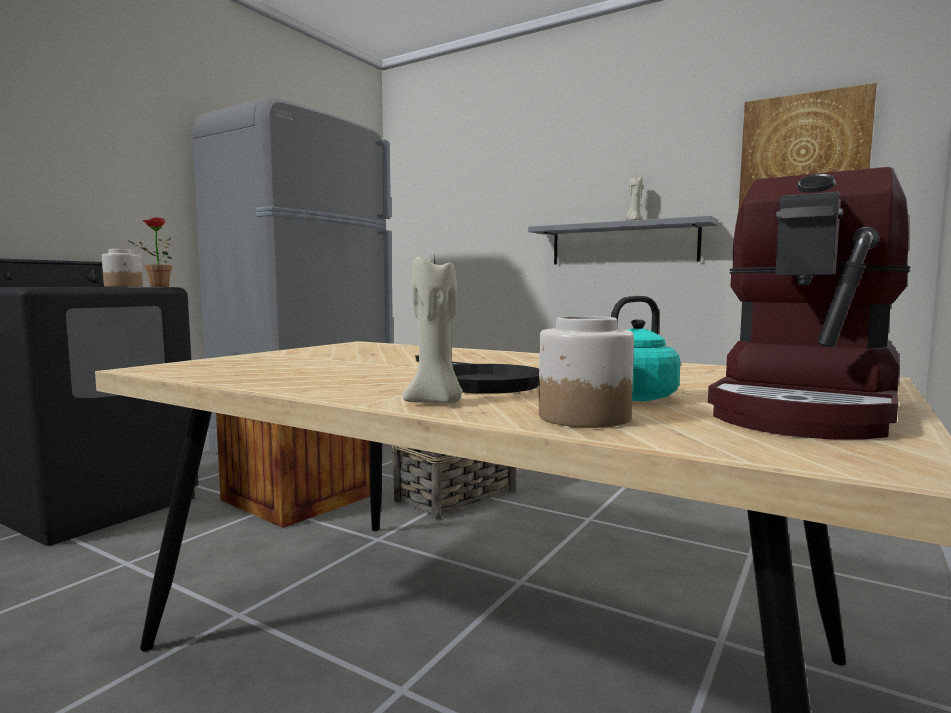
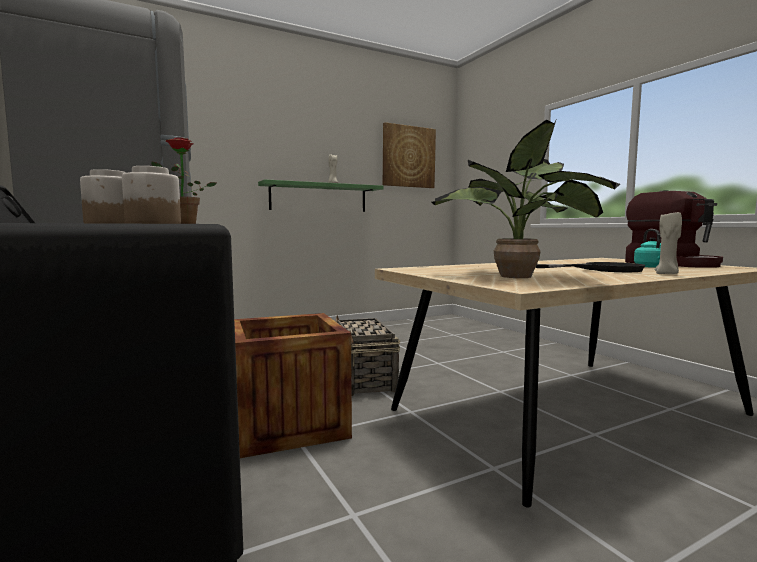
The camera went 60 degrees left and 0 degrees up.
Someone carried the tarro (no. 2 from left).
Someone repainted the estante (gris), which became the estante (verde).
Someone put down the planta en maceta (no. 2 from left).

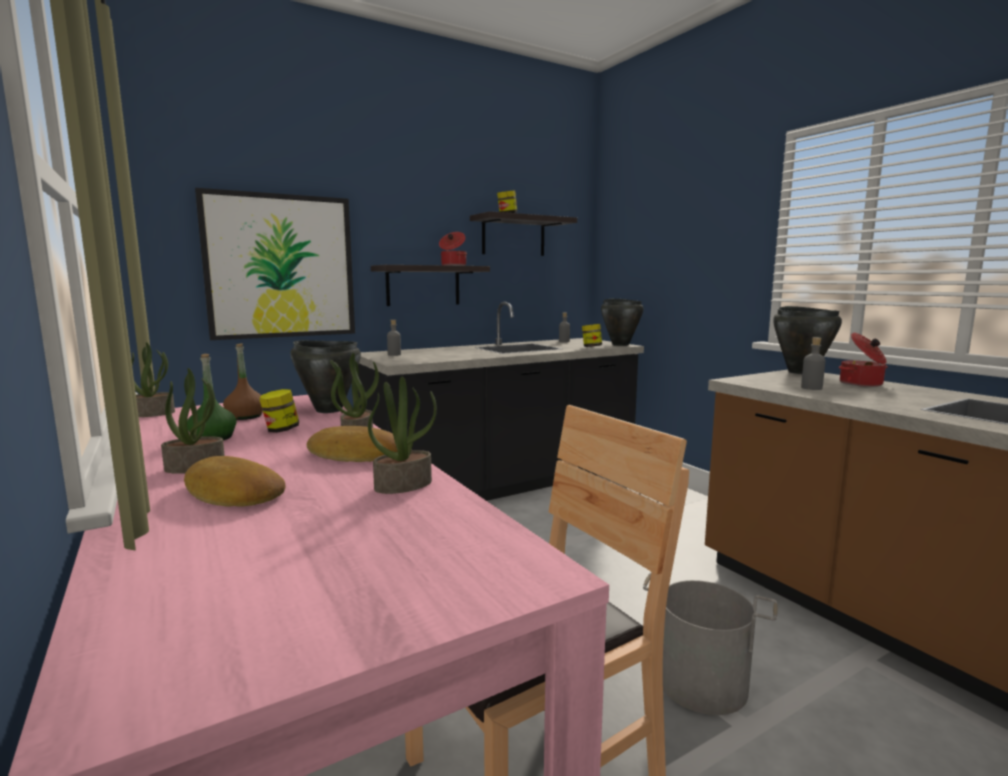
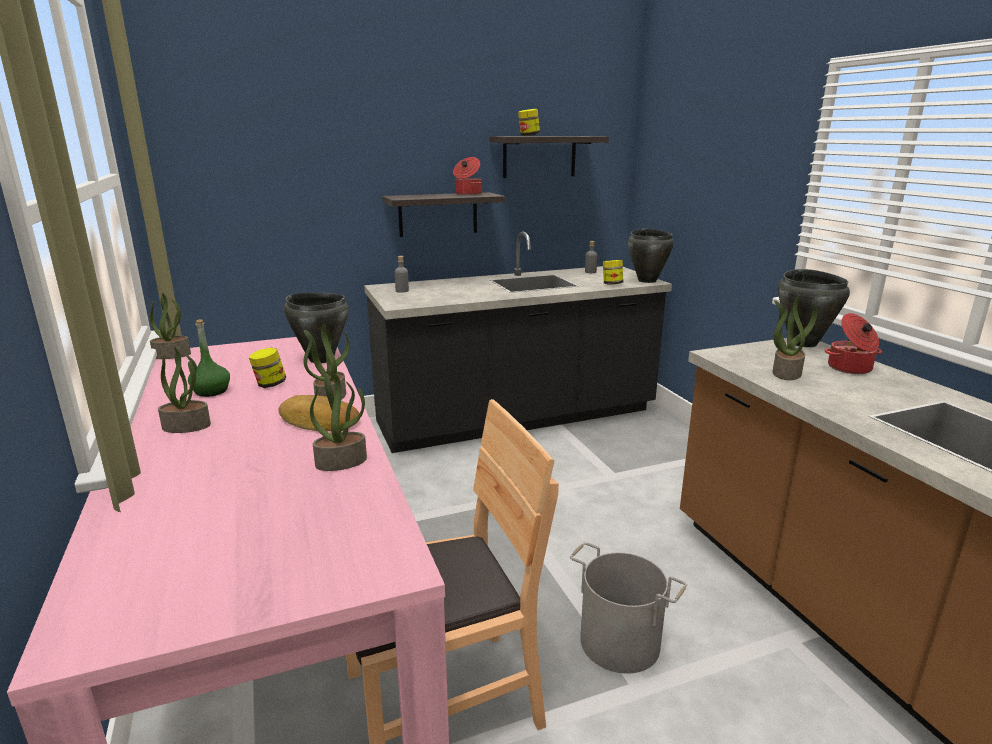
The camera went 10 degrees right and 10 degrees up.
Someone swapped the botella (gris) (no. 3 from left) for the planta en maceta (no. 5 from left).
Someone took away the pan (no. 1 from left).
Someone took away the cuadro.
Someone took away the botella (marrón).

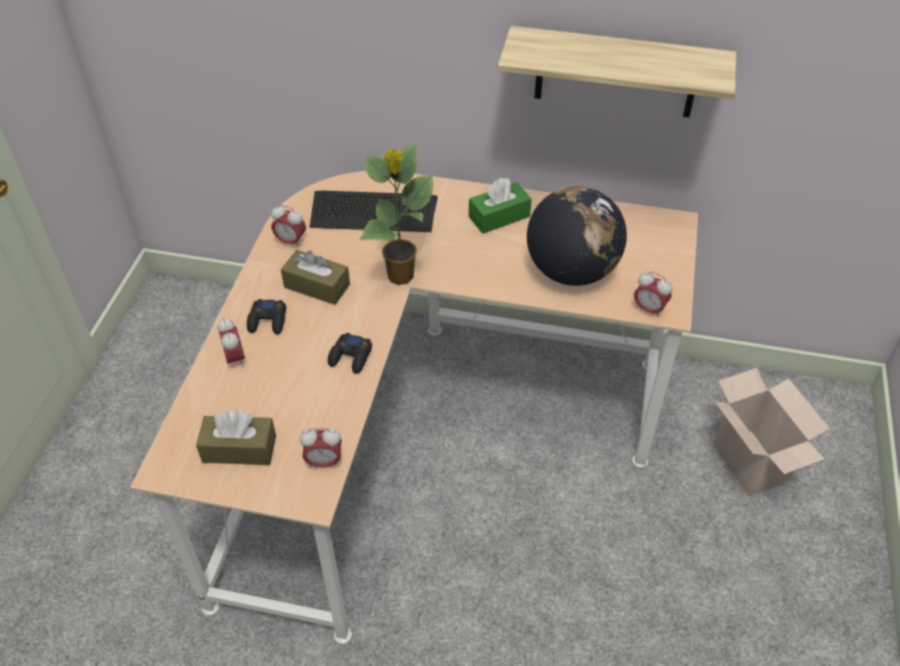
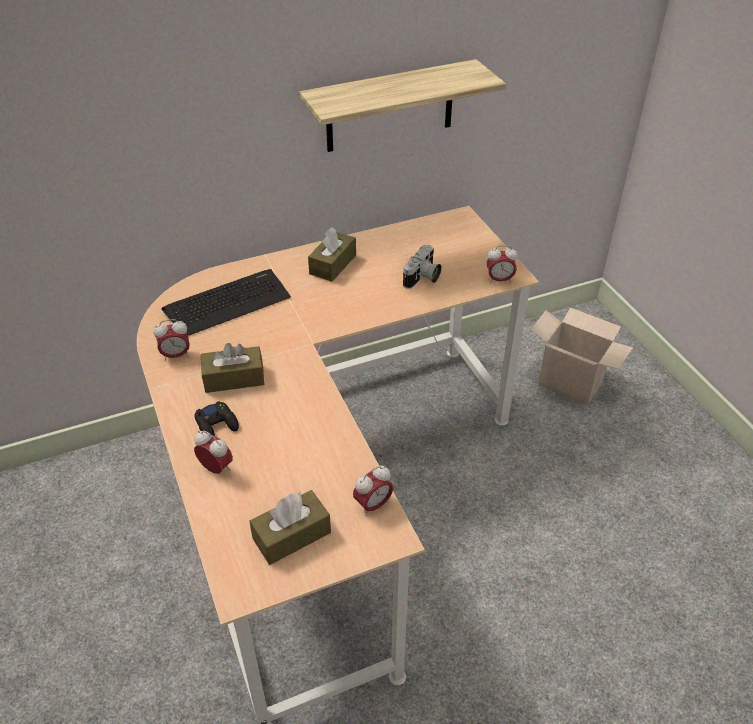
The camera went 35 degrees left and 5 degrees down.
Someone repainted the caja de pañuelos (verde), which became the caja de pañuelos (marrón) (no. 3 from left).
Someone swapped the globo terráqueo for the cámara.
Someone took away the mando de consola (negro) (no. 2 from left).
Someone took away the planta en maceta.

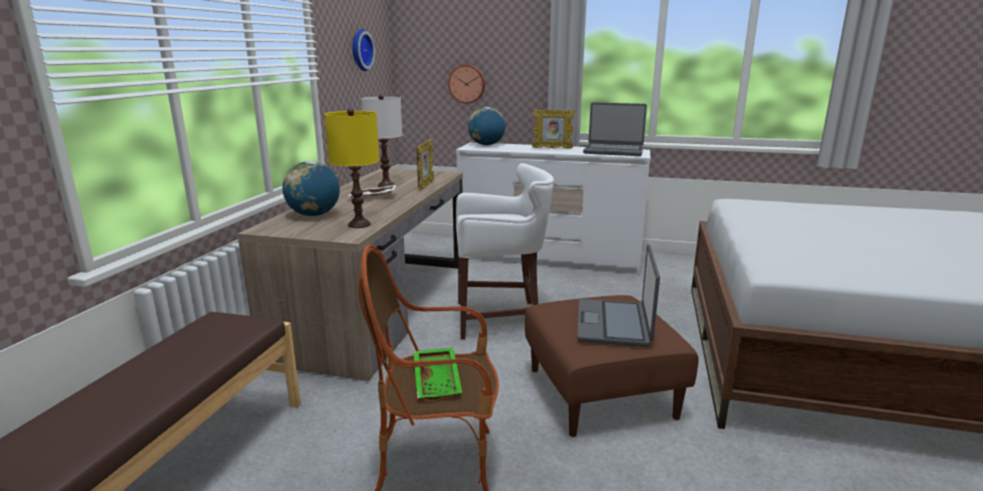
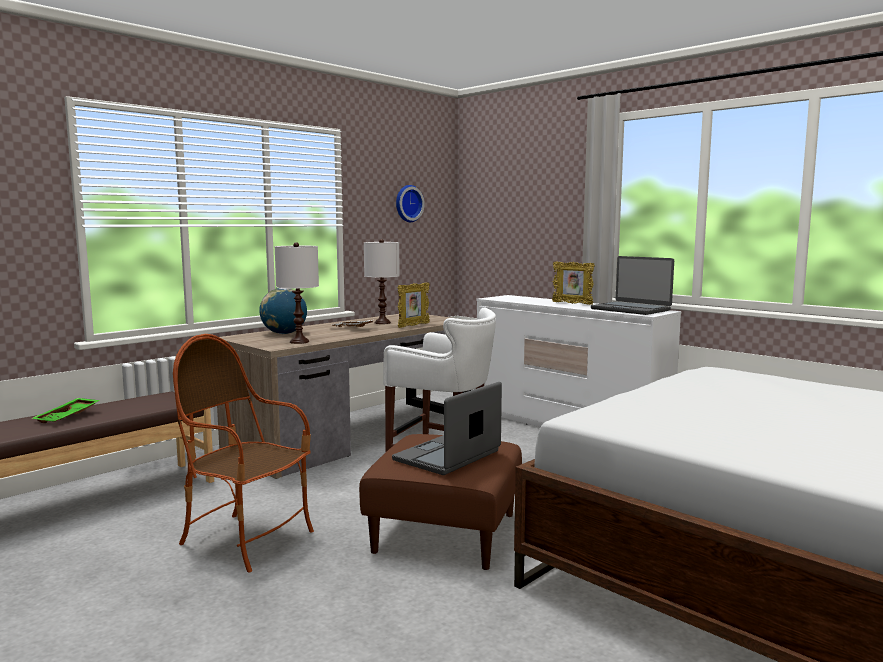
The camera went 30 degrees right and 10 degrees down.
Someone carried the bandeja (verde).
Someone repainted the lámpara de mesa (amarillo), which became the lámpara de mesa (blanco) (no. 1 from left).
Someone took away the reloj de pared (no. 2 from left).
Someone took away the globo terráqueo (no. 2 from left).

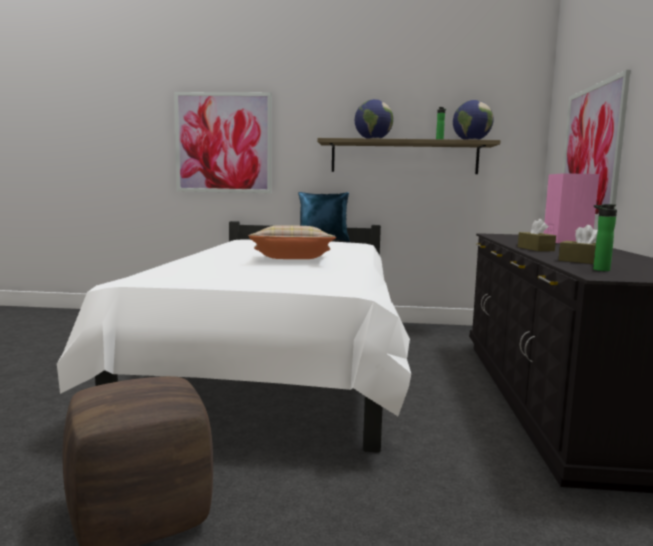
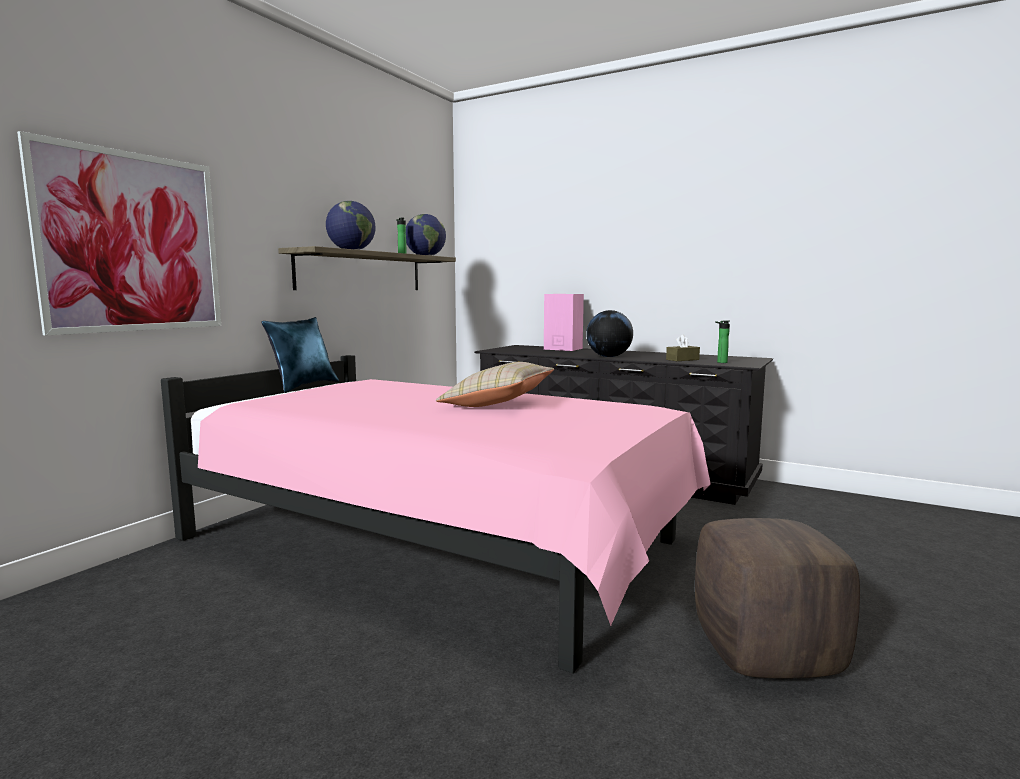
The camera went 65 degrees left and 0 degrees up.
Someone repainted the cama (blanco), which became the cama (rosa).
Someone swapped the caja de pañuelos (marrón) (no. 1 from left) for the globo terráqueo (no. 3 from left).
Someone took away the cuadro (no. 2 from left).

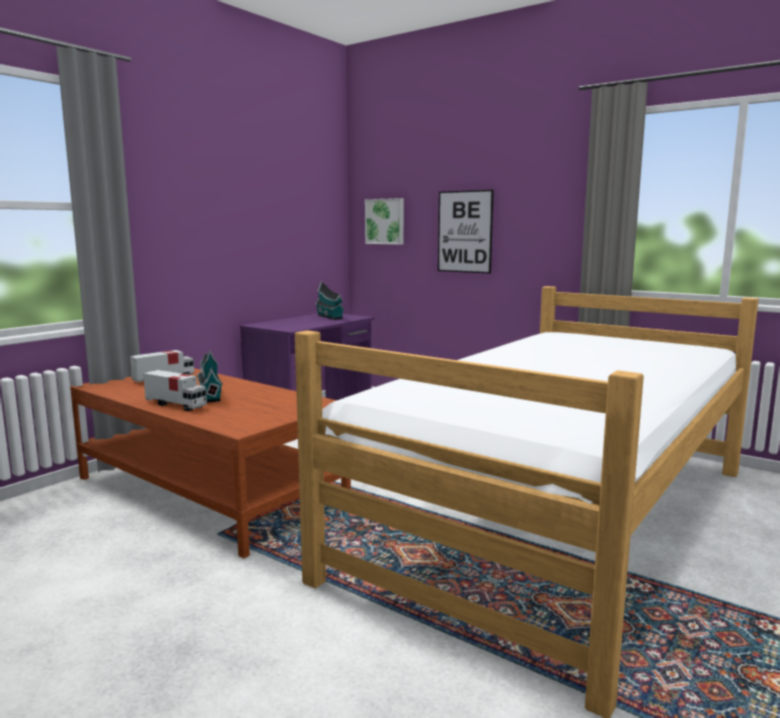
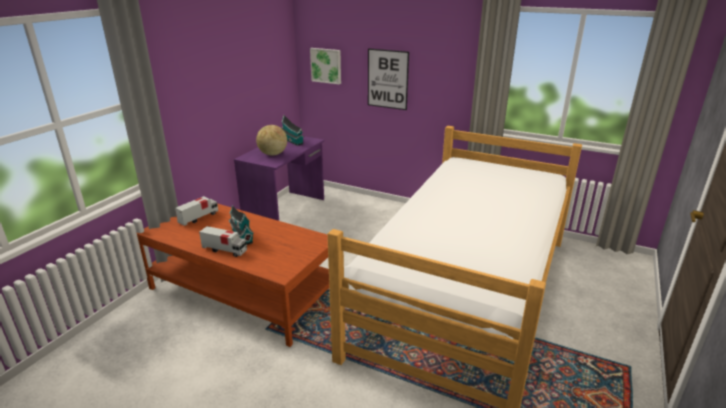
The camera went 10 degrees left and 15 degrees up.
Someone put down the globo terráqueo.

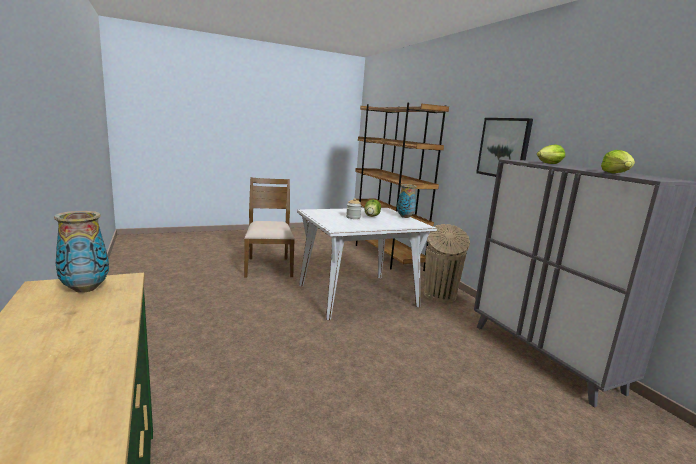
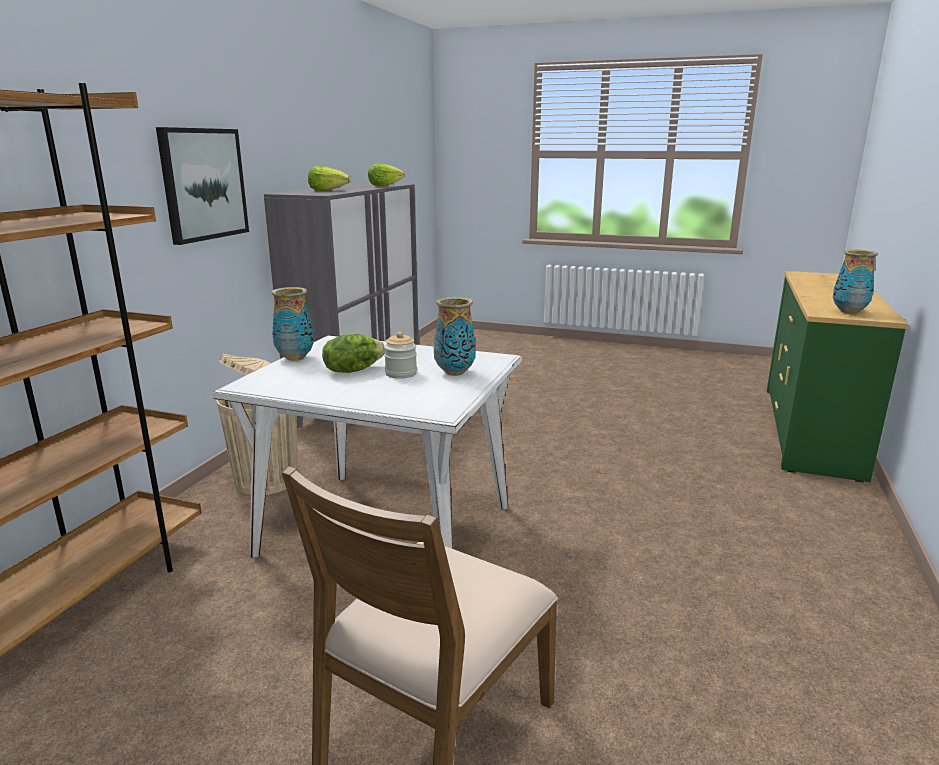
The camera went 135 degrees left and 5 degrees up.
Someone put down the florero (no. 2 from left).

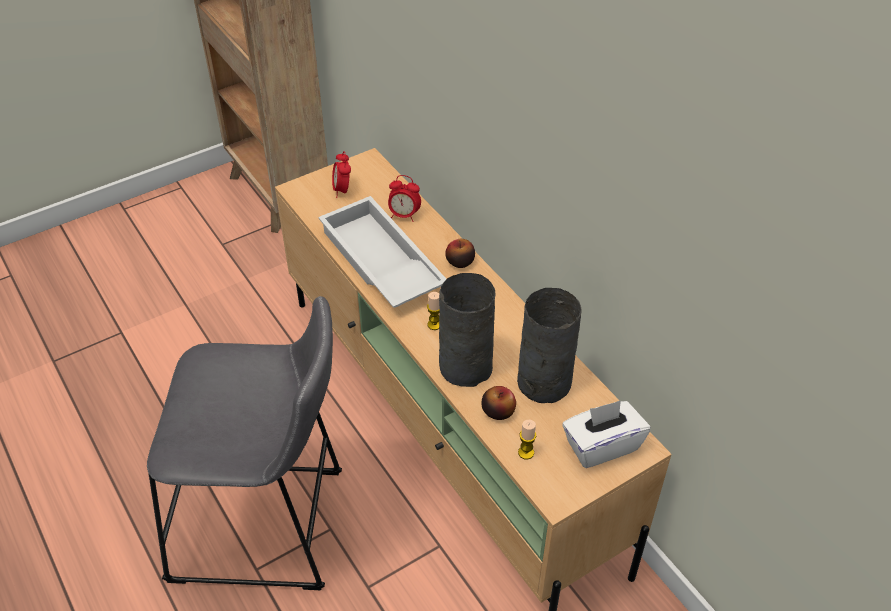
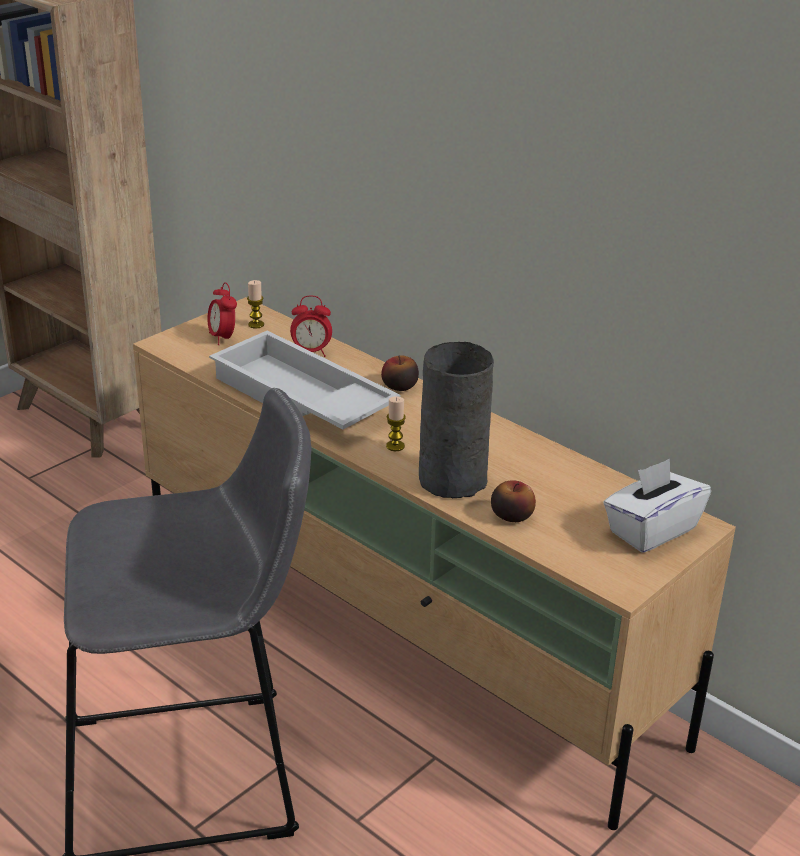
The camera went 15 degrees left and 15 degrees down.
Someone carried the vela (no. 2 from left in the first image).
Someone took away the florero (gris) (no. 2 from left).

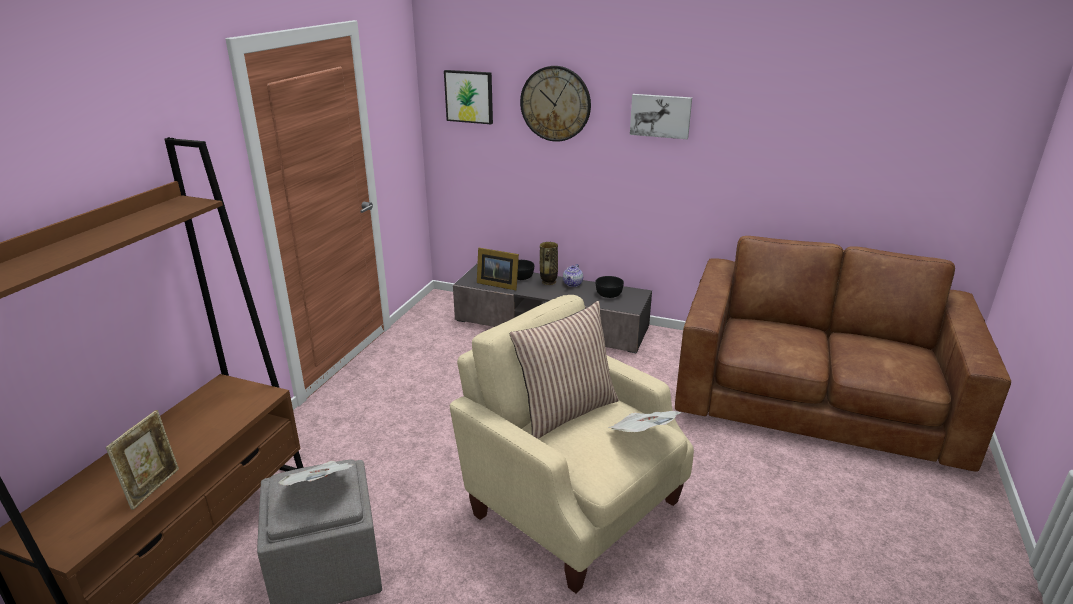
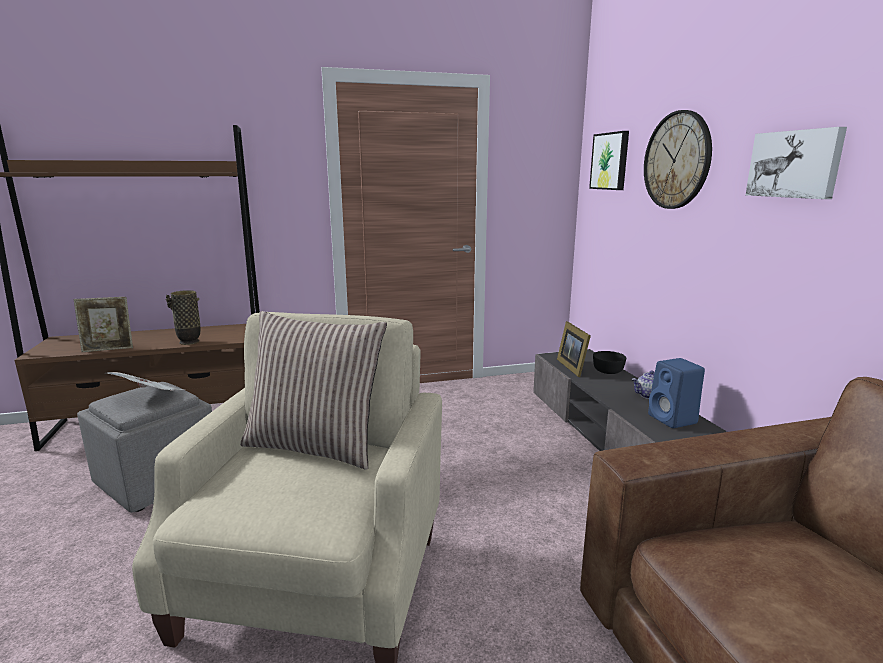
The camera went 55 degrees right and 10 degrees down.
Someone carried the florero.
Someone swapped the cuenco (negro) (no. 2 from left) for the altavoz (azul).
Someone took away the periódico (no. 2 from left).

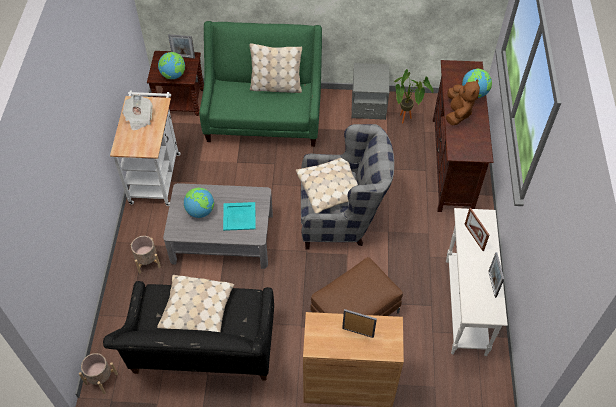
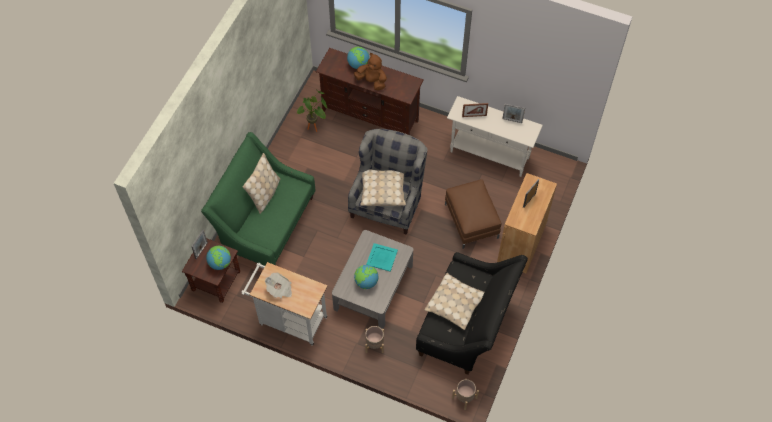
The camera went 70 degrees left and 5 degrees up.
Someone took away the mesita de noche (gris).

